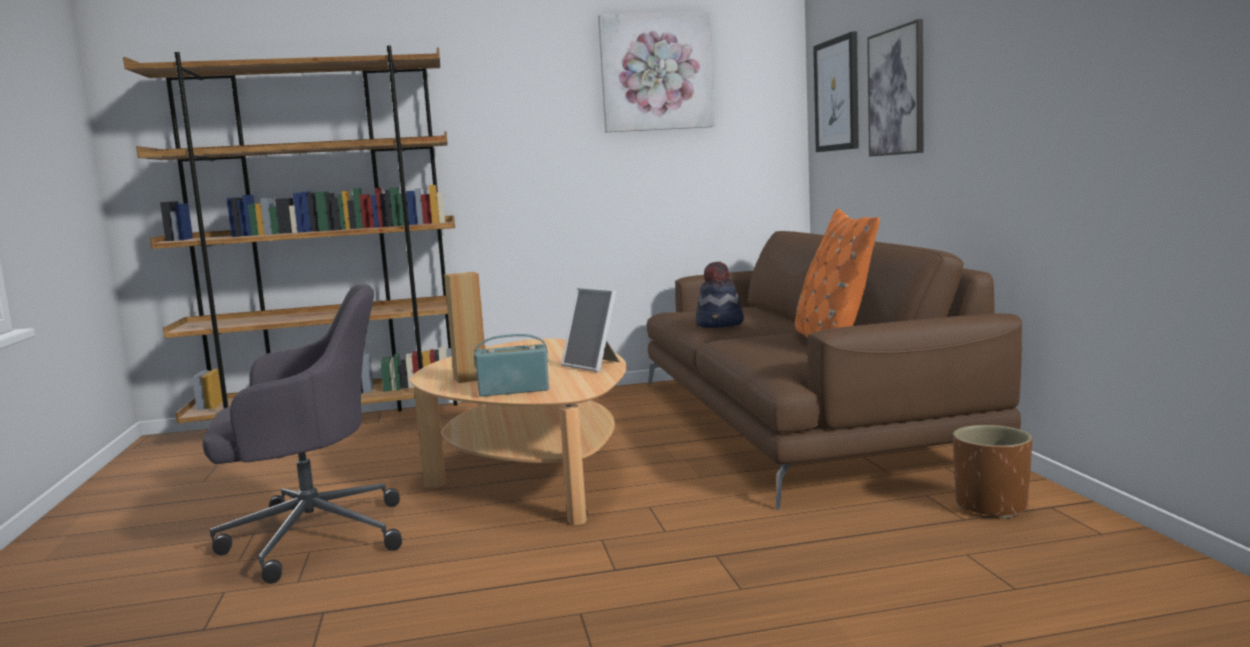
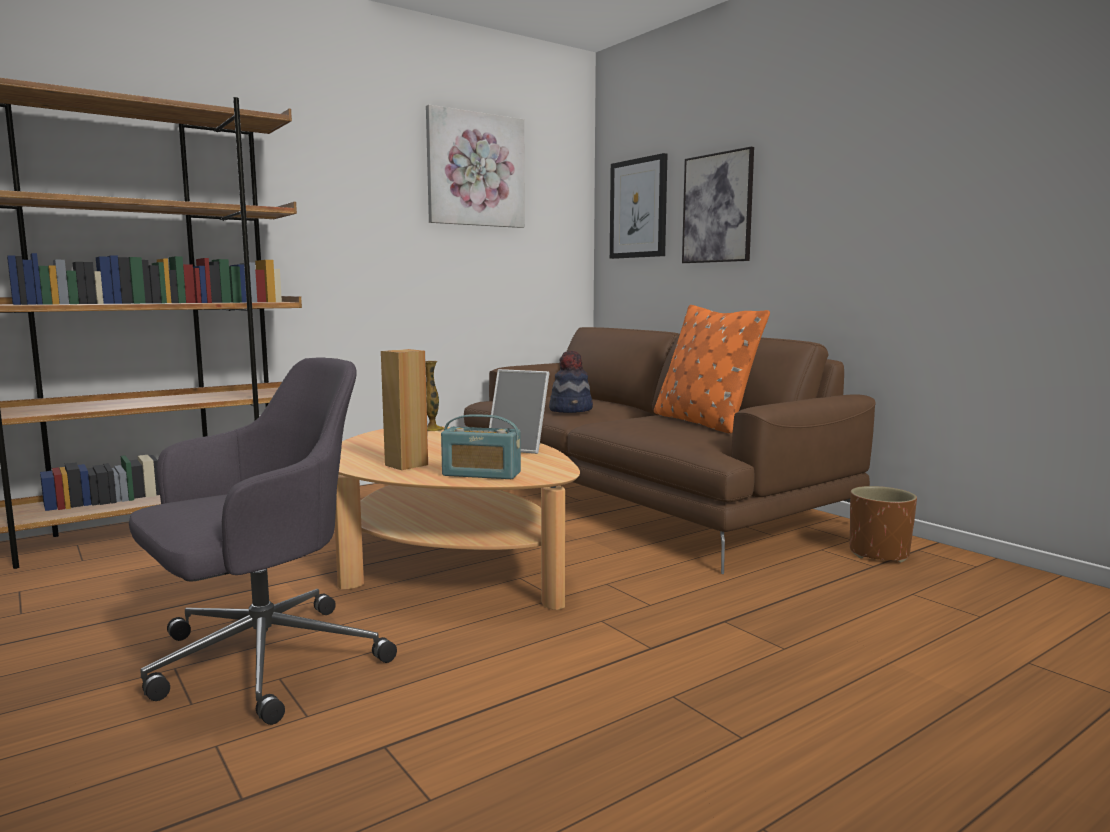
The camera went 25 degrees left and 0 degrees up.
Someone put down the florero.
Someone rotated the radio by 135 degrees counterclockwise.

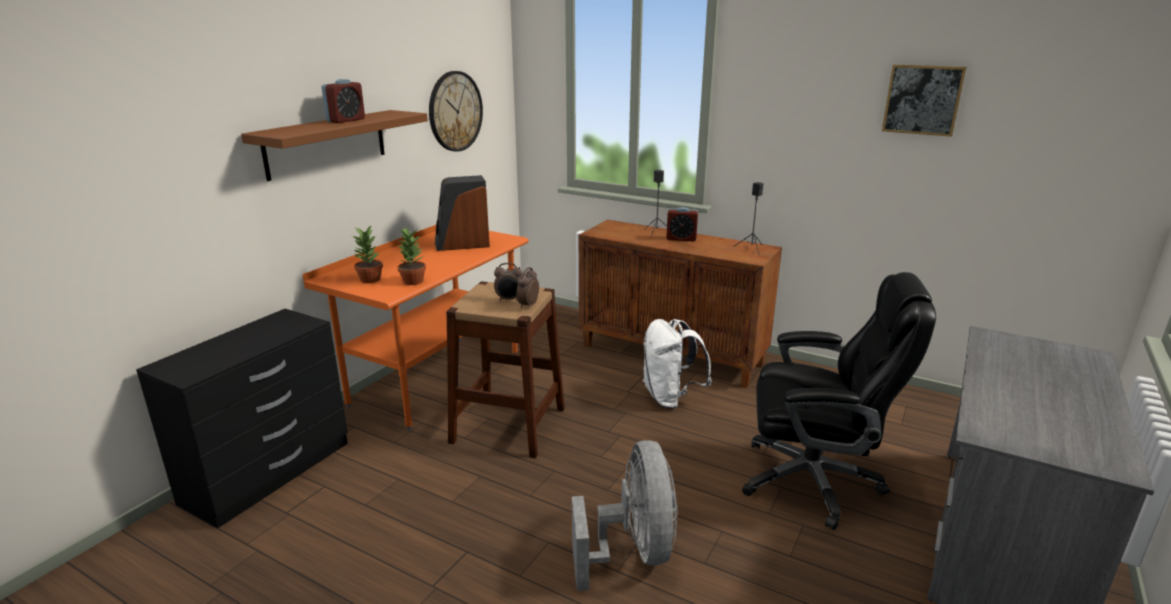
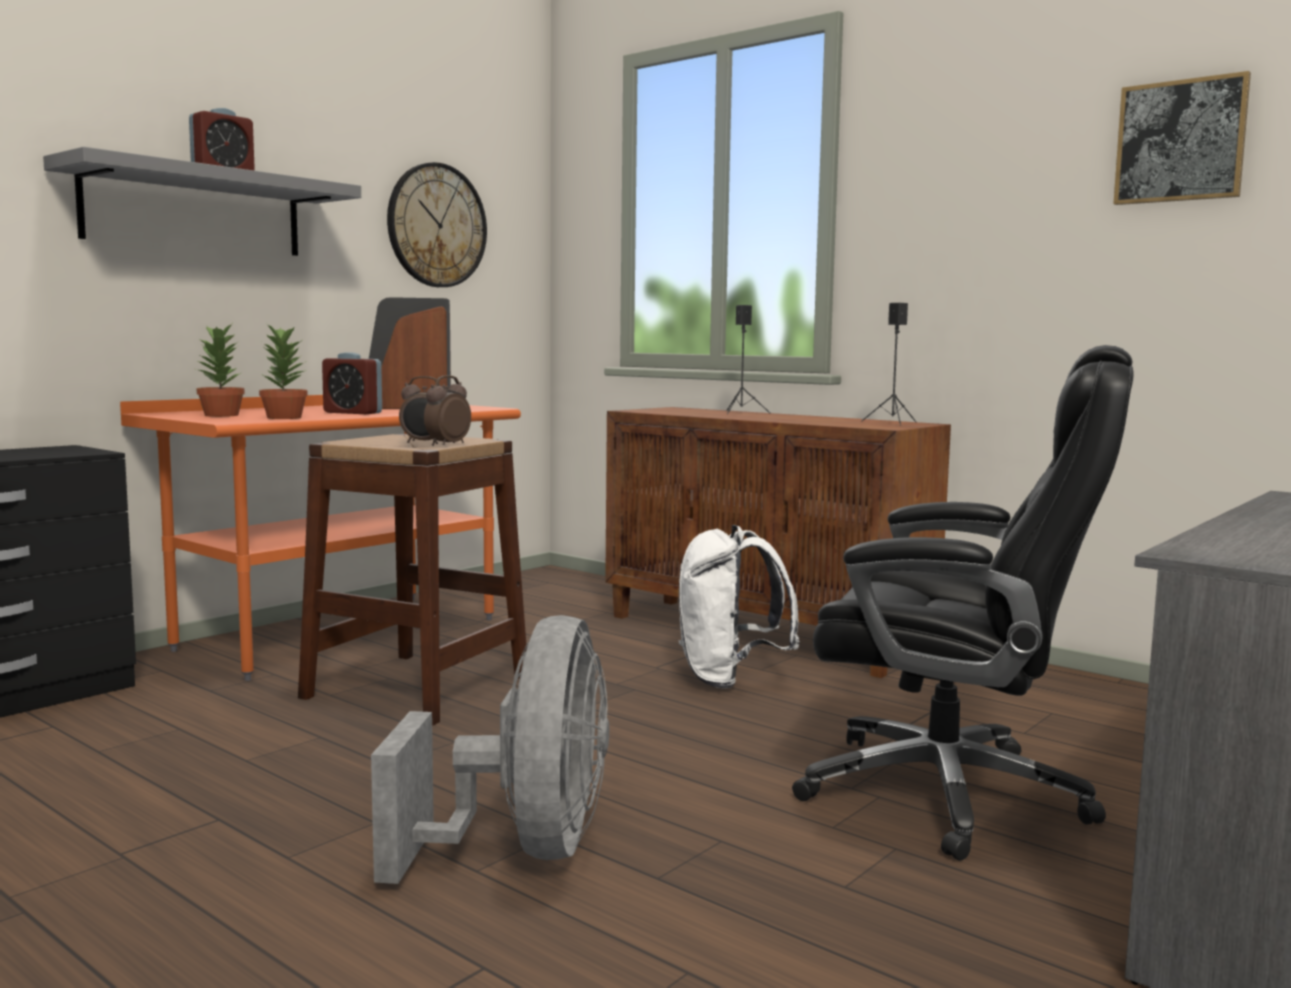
The camera went 10 degrees right and 15 degrees down.
Someone repainted the estante (marrón), which became the estante (gris).
Someone carried the despertador (no. 4 from left in the first image).

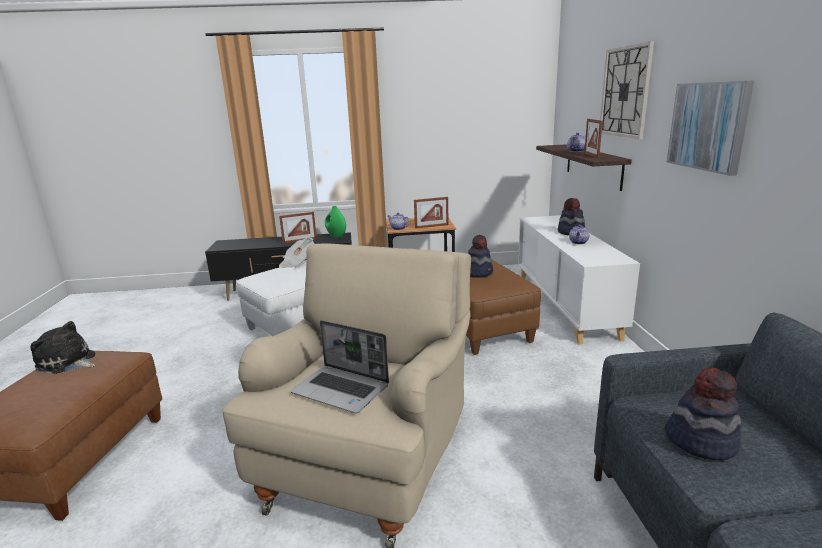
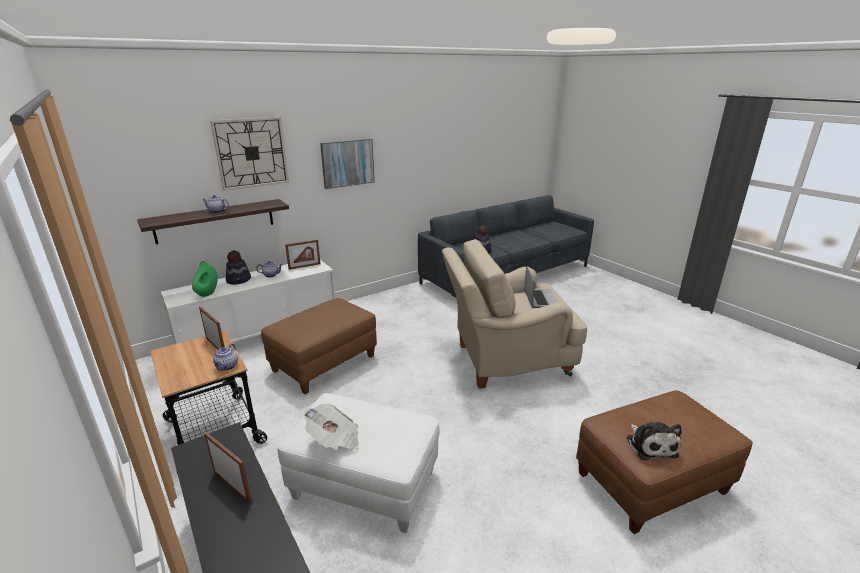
The camera went 120 degrees left and 5 degrees up.
Someone carried the florero (verde).
Someone carried the portarretratos (no. 3 from left).
Someone took away the sombrero (no. 1 from left).

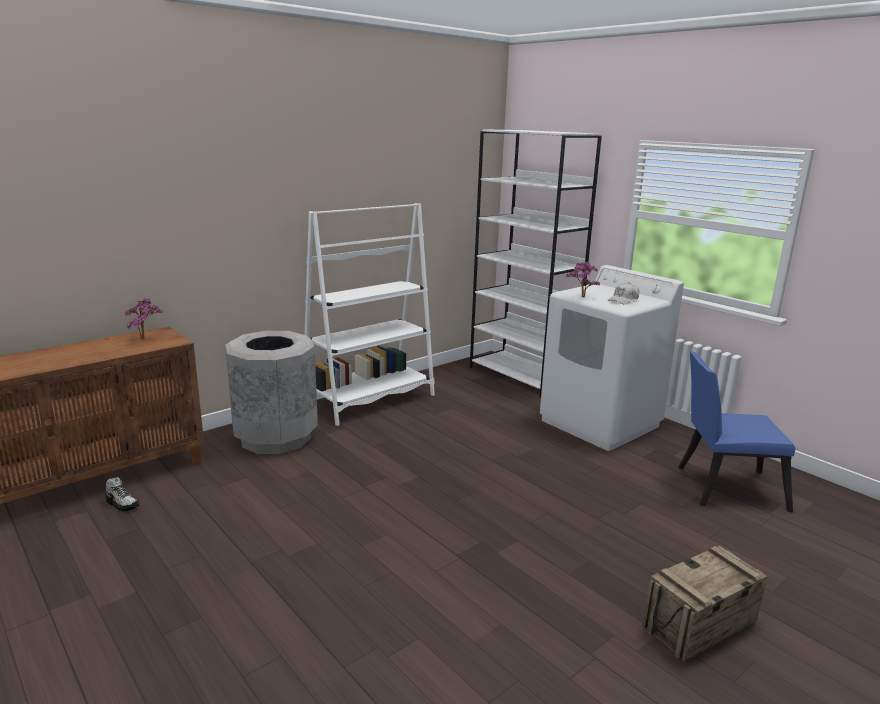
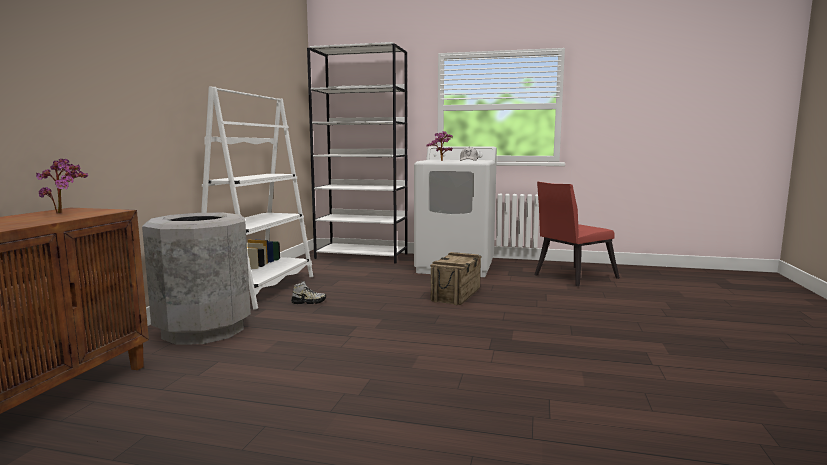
The camera went 35 degrees left and 10 degrees down.
Someone carried the zapato.
Someone carried the caja de embalaje.
Someone repainted the silla (azul), which became the silla (rojo).

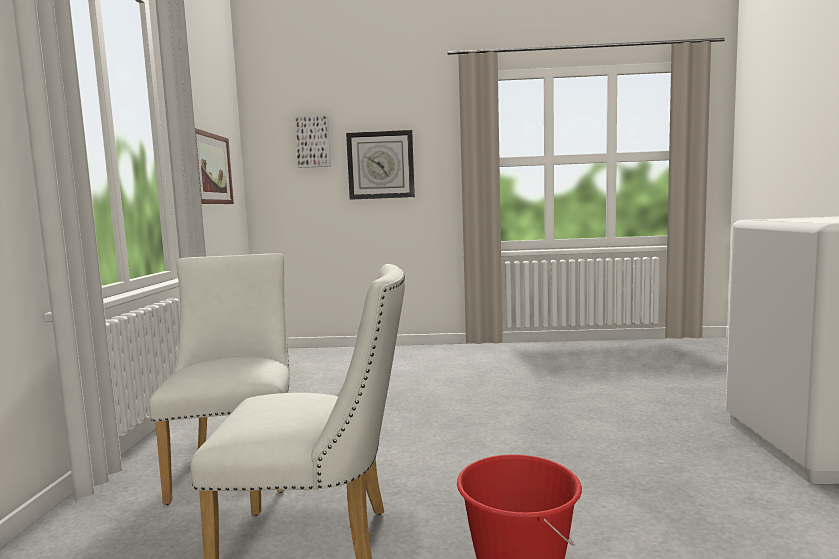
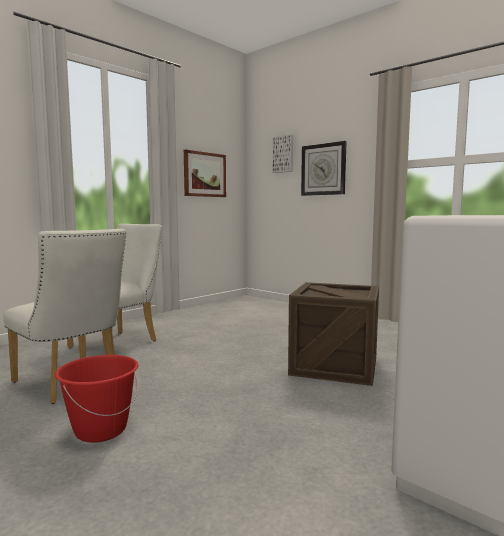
The camera went 40 degrees right and 0 degrees up.
Someone put down the caja de embalaje.

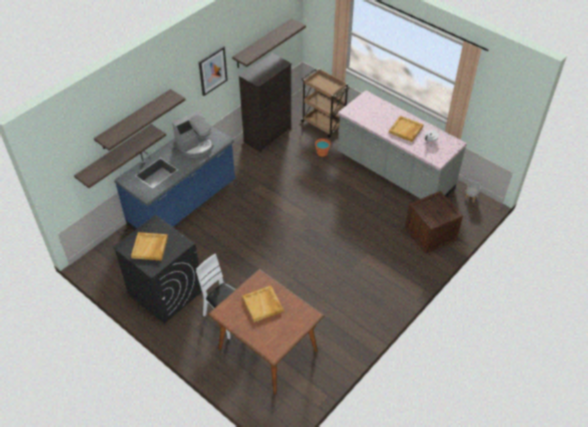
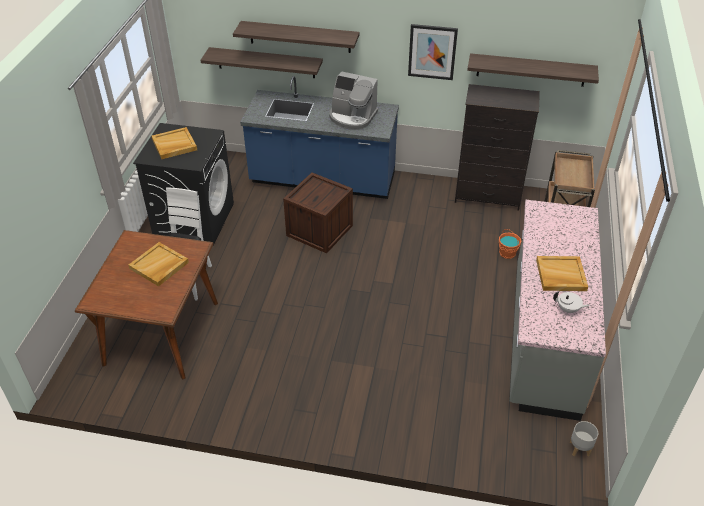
The camera went 60 degrees right and 5 degrees down.
Someone carried the caja de embalaje.

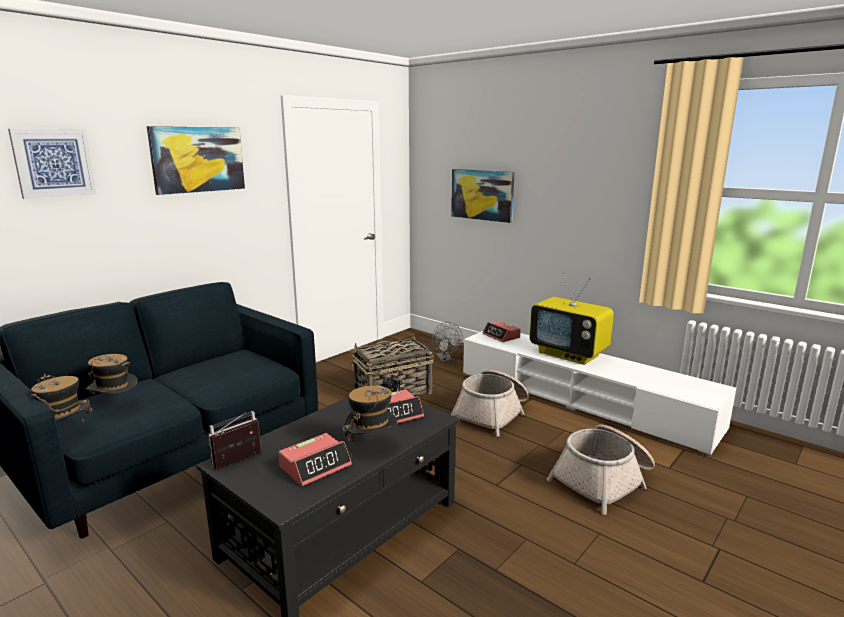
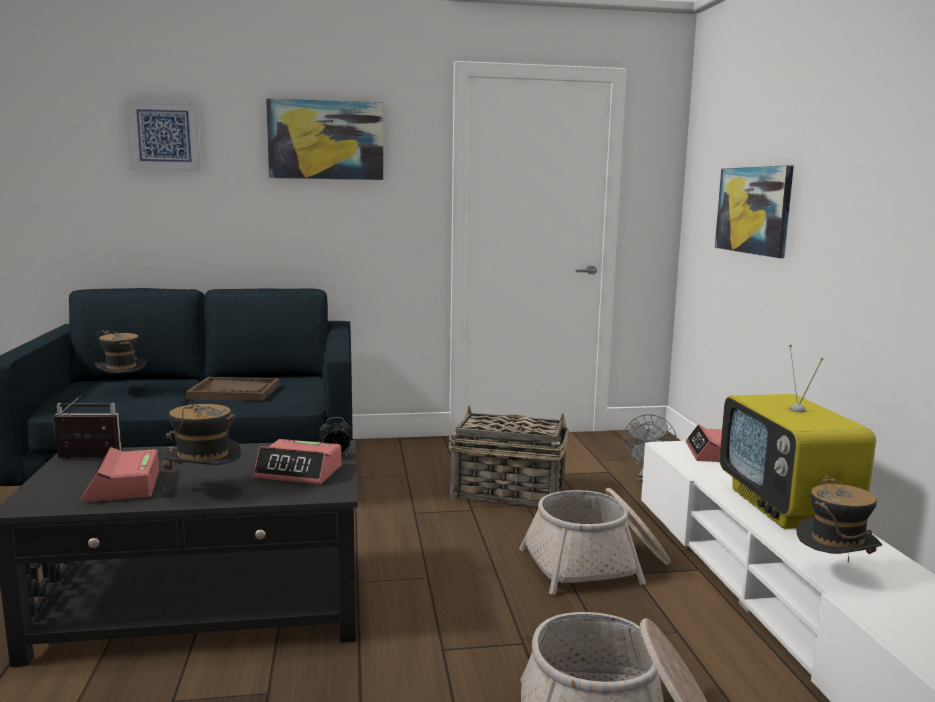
The camera went 40 degrees right and 5 degrees down.
Someone rotated the despertador (no. 1 from left) by 75 degrees clockwise.
Someone put down the bandeja (marrón).
Someone carried the sombrero (no. 1 from left in the first image).

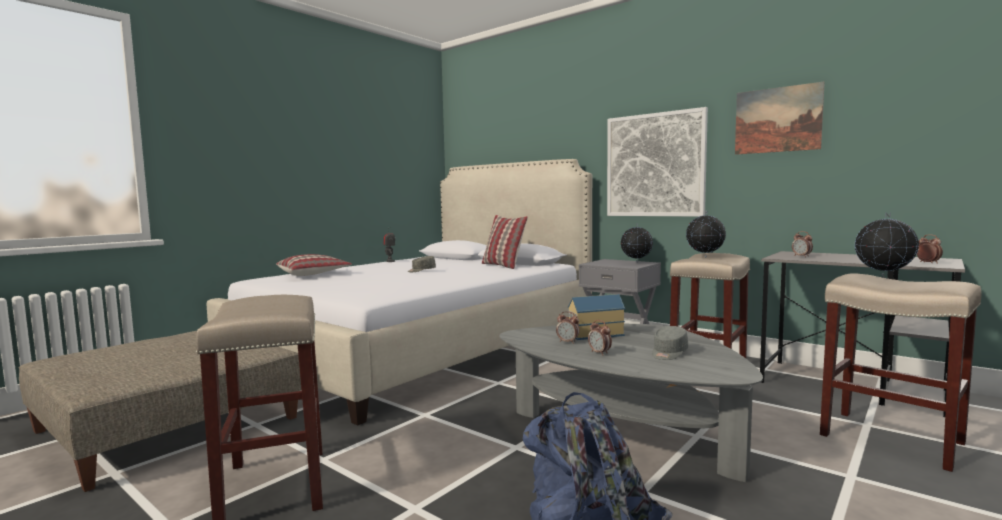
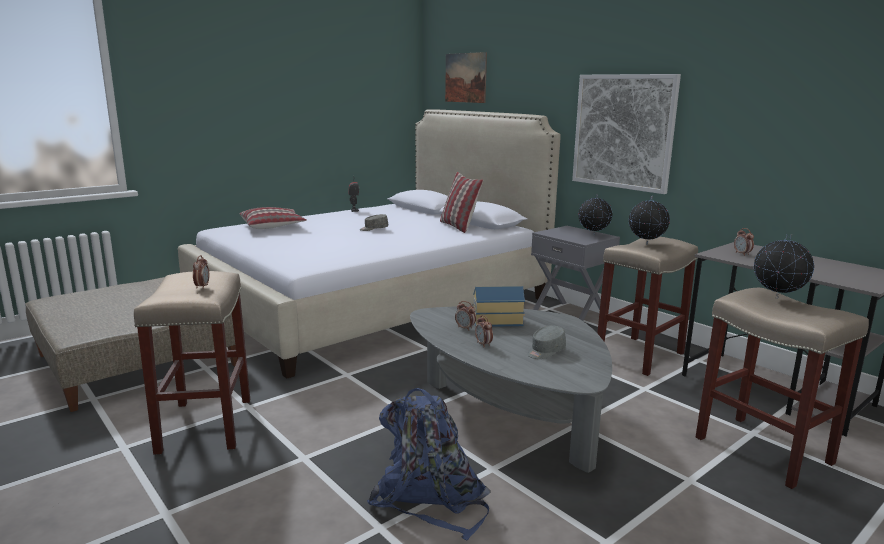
The camera went 10 degrees right and 10 degrees up.
Someone carried the despertador (no. 4 from left in the first image).
Someone carried the cuadro (no. 2 from left in the first image).

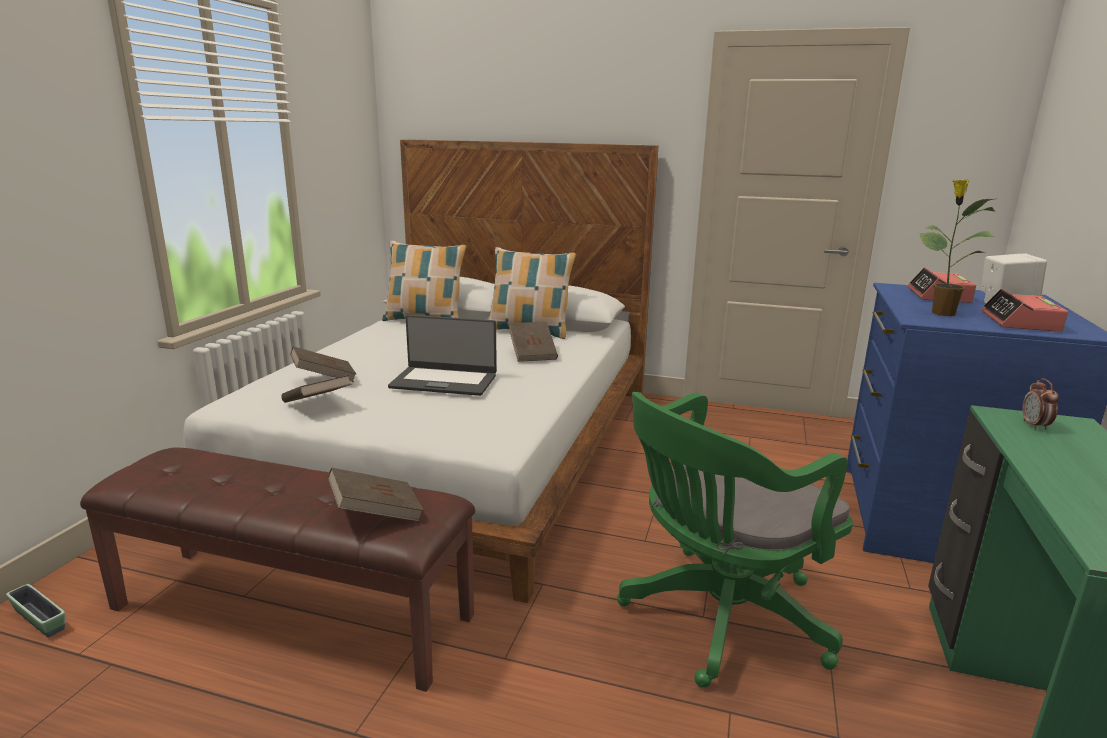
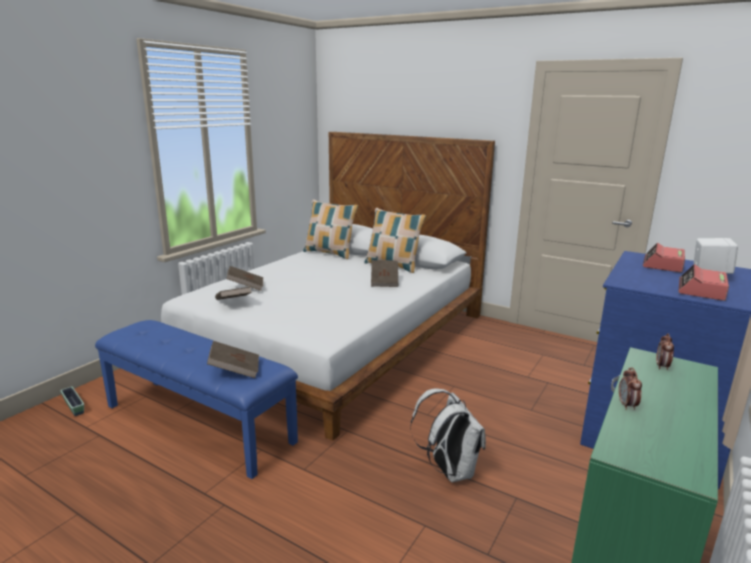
The camera went 15 degrees right and 0 degrees up.
Someone repainted the banco (marrón), which became the banco (azul).
Someone swapped the silla de oficina (verde) for the mochila (blanco).
Someone put down the despertador (no. 1 from left).
Someone took away the portátil.
Someone took away the planta en maceta.

